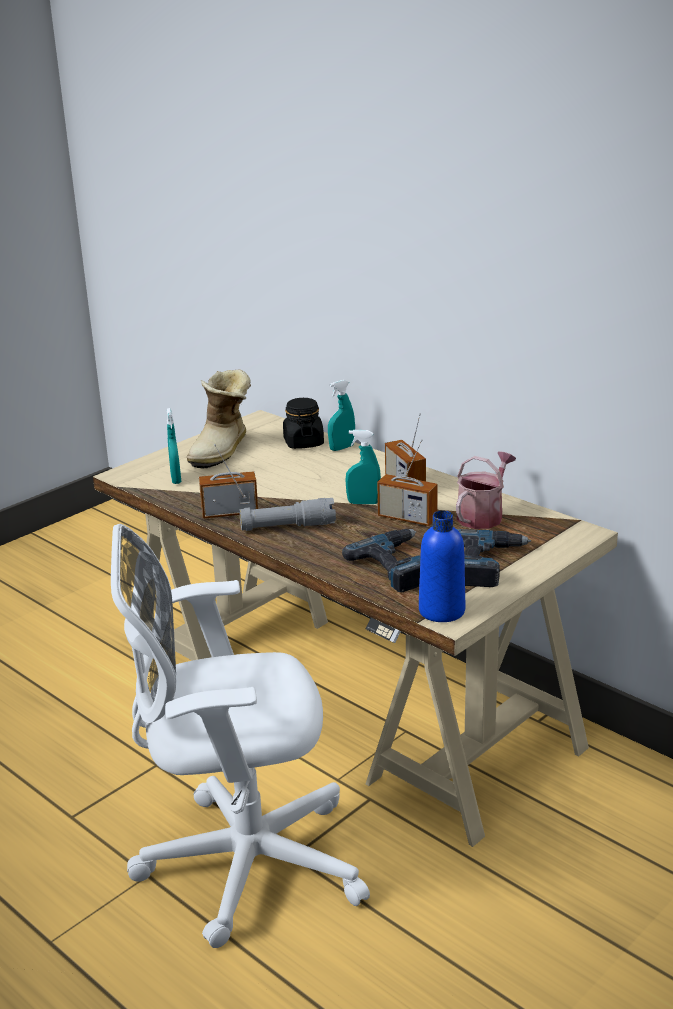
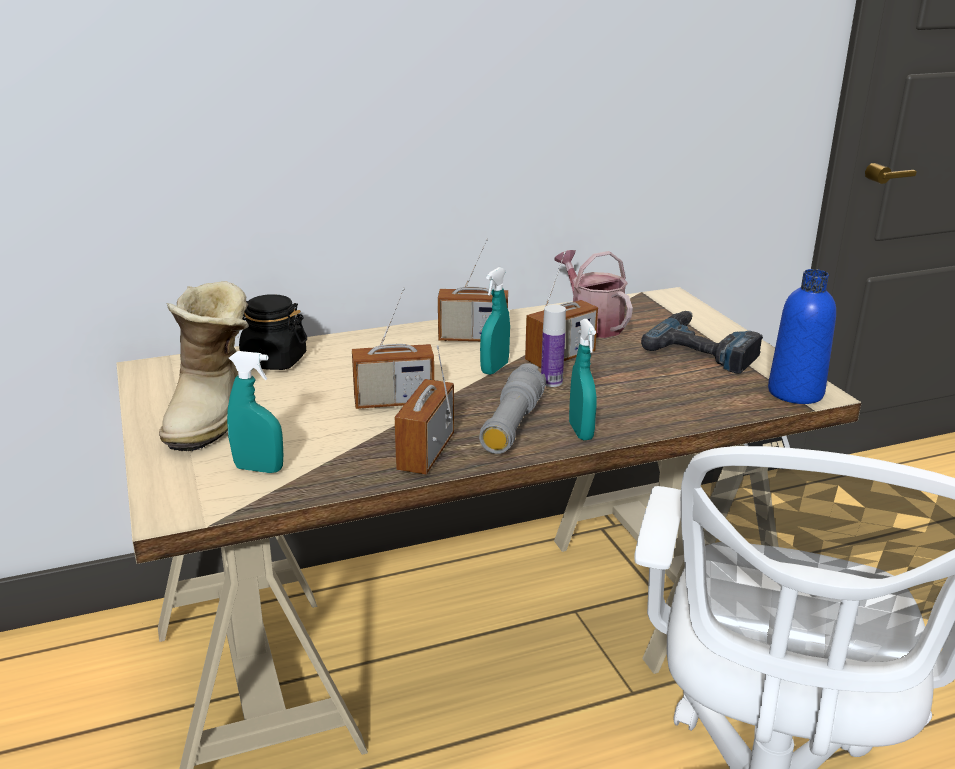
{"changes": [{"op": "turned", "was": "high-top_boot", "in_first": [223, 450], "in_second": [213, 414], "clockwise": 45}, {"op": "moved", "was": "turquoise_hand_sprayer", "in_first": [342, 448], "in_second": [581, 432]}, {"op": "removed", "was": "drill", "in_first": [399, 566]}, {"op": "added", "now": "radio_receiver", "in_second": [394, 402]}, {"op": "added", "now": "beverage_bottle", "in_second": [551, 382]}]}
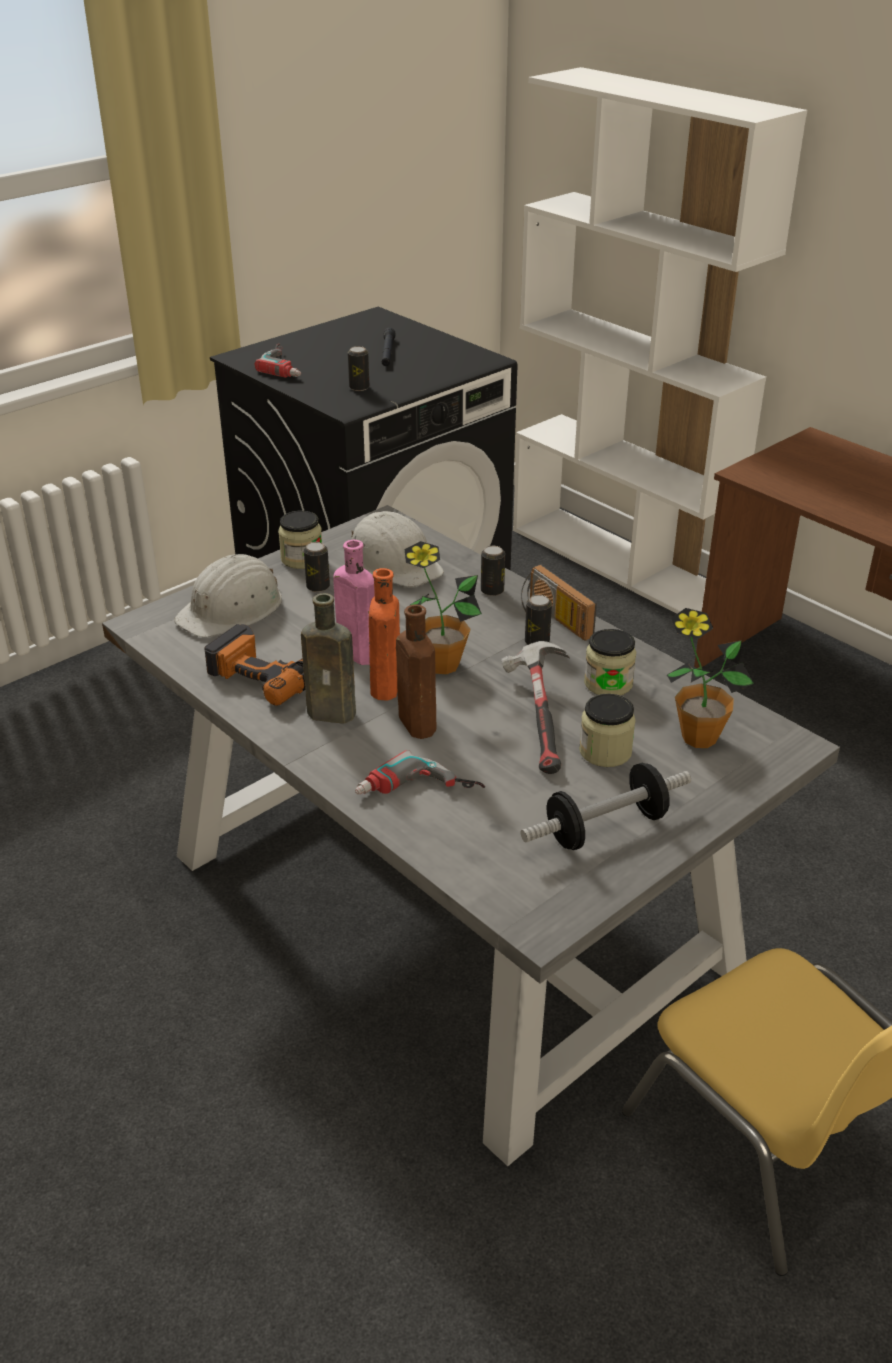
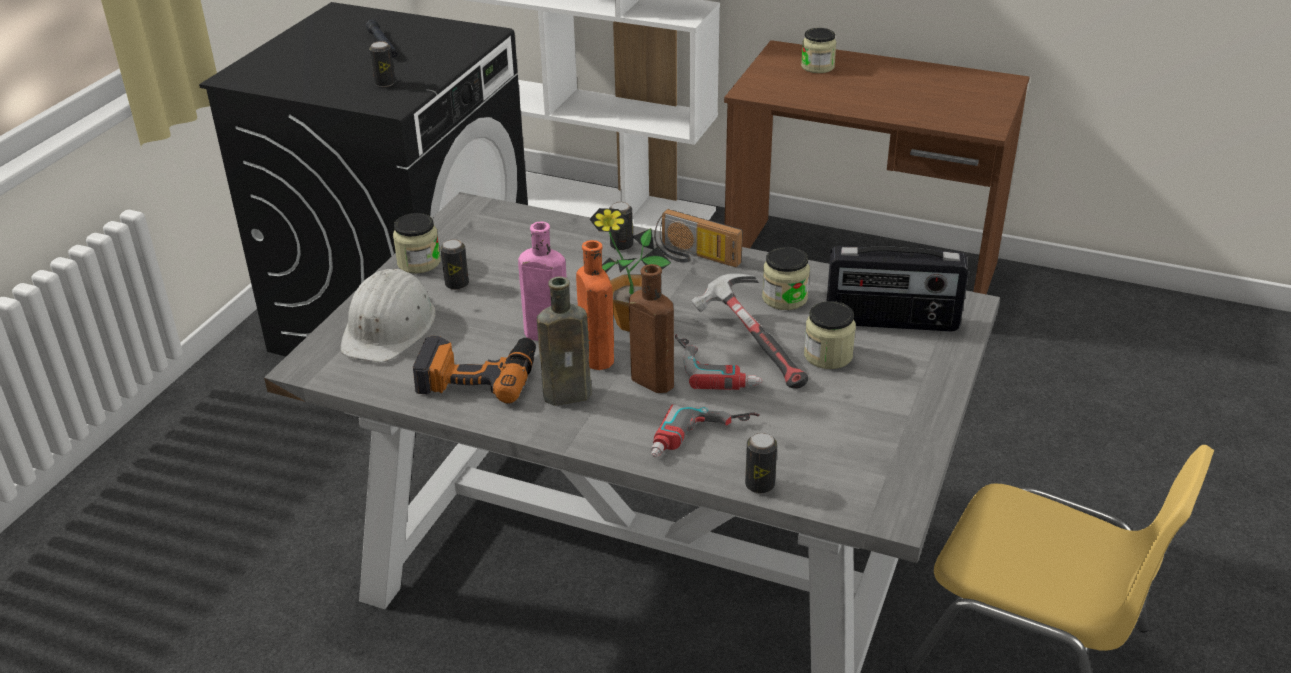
{"changes": [{"op": "moved", "was": "drill", "in_first": [288, 365], "in_second": [717, 366]}, {"op": "removed", "was": "white_work_helmet", "in_first": [394, 562]}, {"op": "removed", "was": "hand_weight", "in_first": [605, 828]}, {"op": "moved", "was": "can", "in_first": [537, 642], "in_second": [759, 485]}, {"op": "replaced", "was": "plant_in_a_pot", "now": "radio_receiver", "in_first": [698, 738], "in_second": [891, 321]}, {"op": "added", "now": "preserve_jar", "in_second": [817, 67]}]}
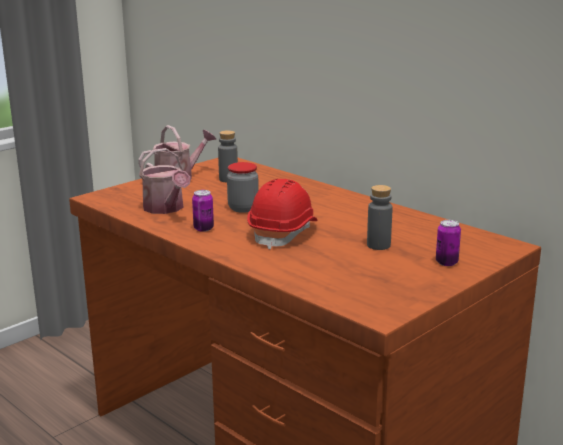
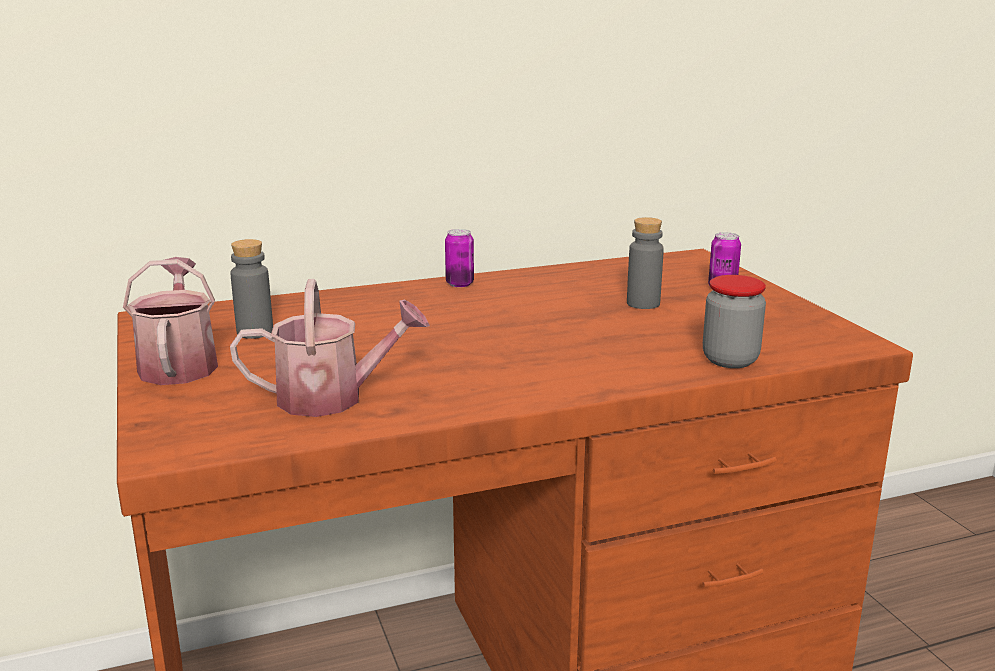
{"changes": [{"op": "moved", "was": "can", "in_first": [203, 228], "in_second": [459, 284]}, {"op": "moved", "was": "preserve_jar", "in_first": [243, 208], "in_second": [730, 360]}, {"op": "removed", "was": "red_work_helmet", "in_first": [283, 233]}]}
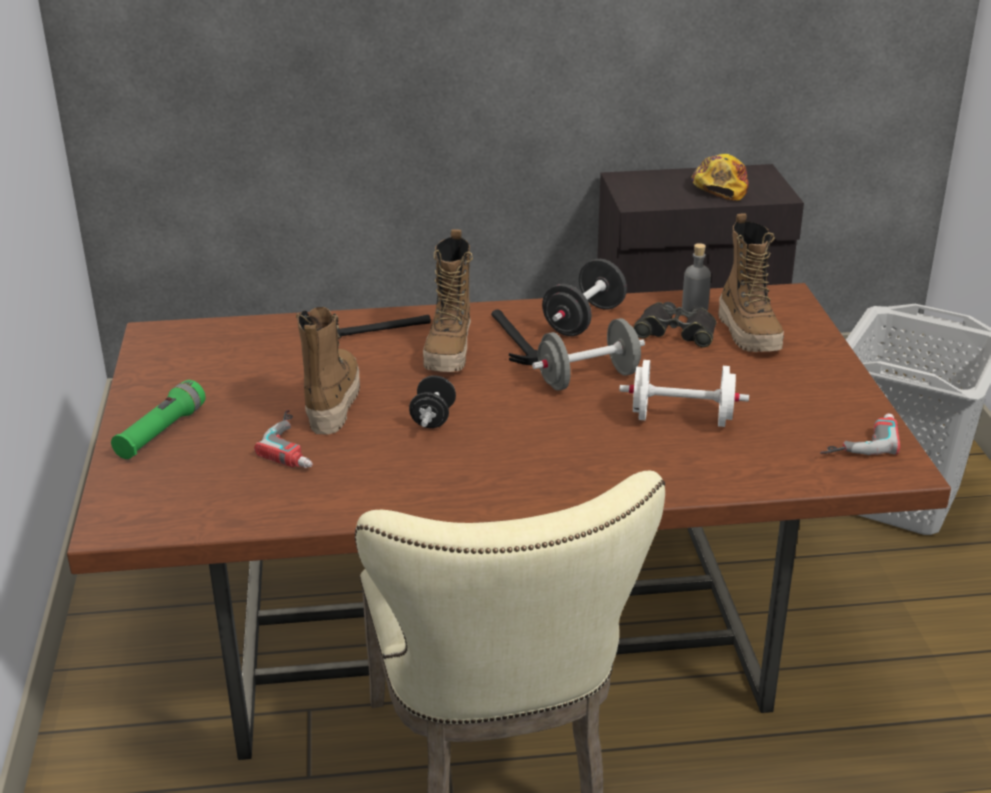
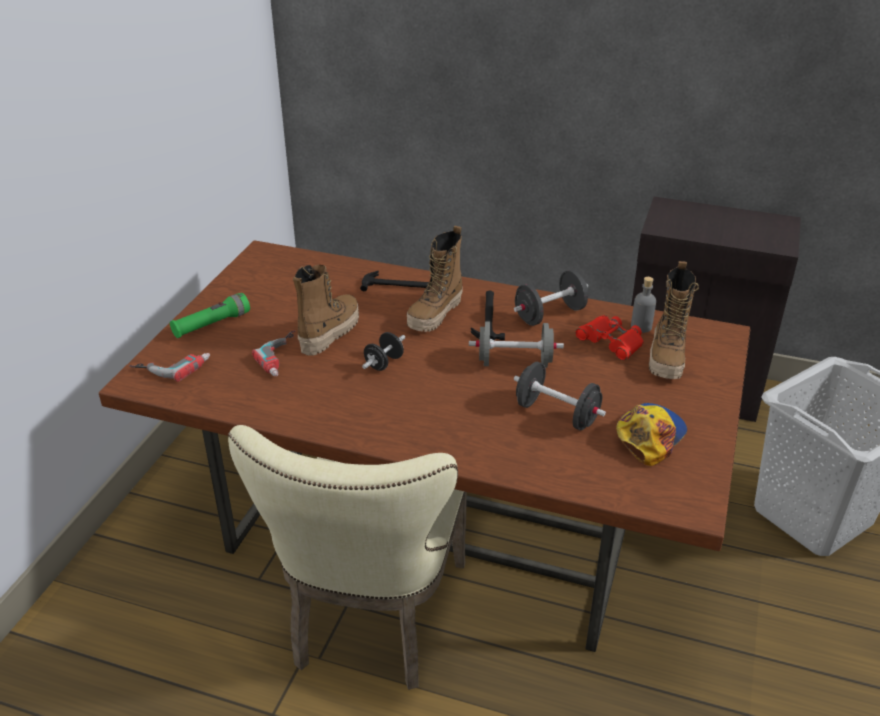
{"changes": [{"op": "recoloured", "was": "white_hand_weight", "now": "black_hand_weight", "in_first": [681, 418], "in_second": [556, 414]}, {"op": "recoloured", "was": "black_field_glasses", "now": "red_field_glasses", "in_first": [676, 332], "in_second": [611, 342]}, {"op": "moved", "was": "cap", "in_first": [720, 186], "in_second": [649, 436]}, {"op": "moved", "was": "drill", "in_first": [857, 440], "in_second": [172, 365]}]}
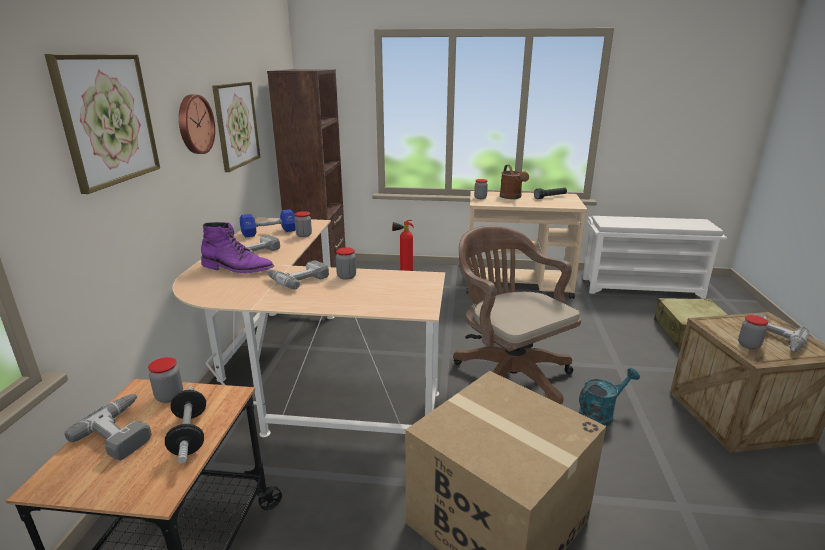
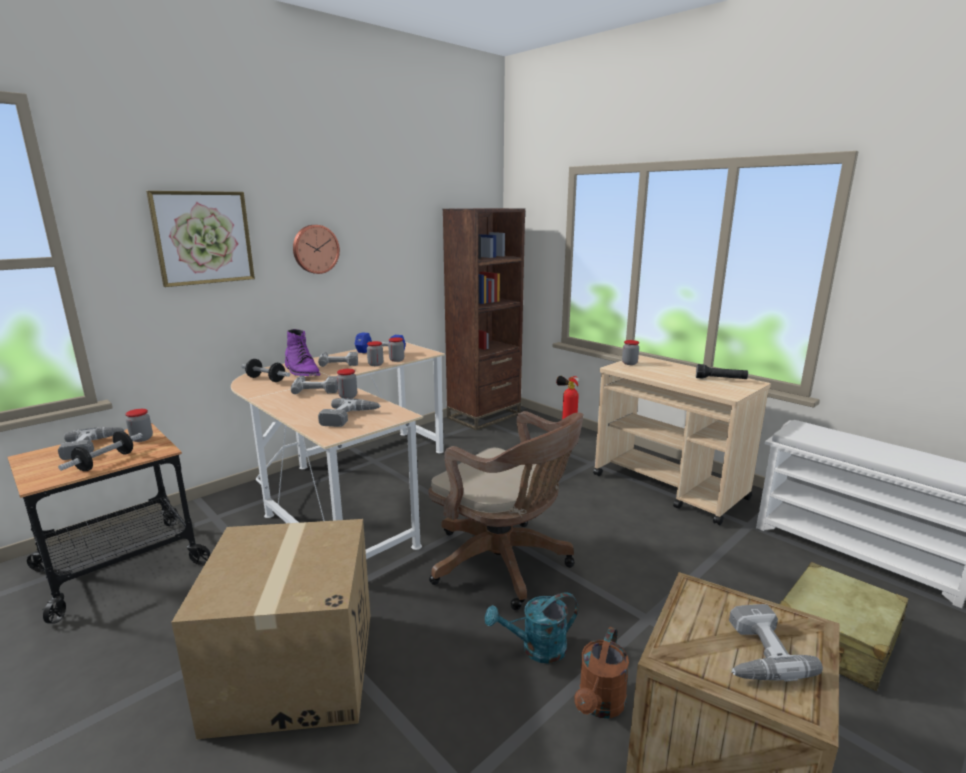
{"changes": [{"op": "removed", "was": "wall_art", "in_first": [236, 125]}, {"op": "turned", "was": "brownish_desk_chair", "in_first": [508, 375], "in_second": [505, 564], "clockwise": 120}, {"op": "moved", "was": "brownish_sprinkling_can", "in_first": [512, 197], "in_second": [599, 705]}, {"op": "turned", "was": "turquoise_sprinkling_can", "in_first": [600, 414], "in_second": [536, 649], "clockwise": 150}, {"op": "moved", "was": "preserve_jar", "in_first": [748, 345], "in_second": [375, 364]}, {"op": "added", "now": "hand_weight", "in_second": [266, 379]}, {"op": "added", "now": "drill", "in_second": [350, 417]}]}
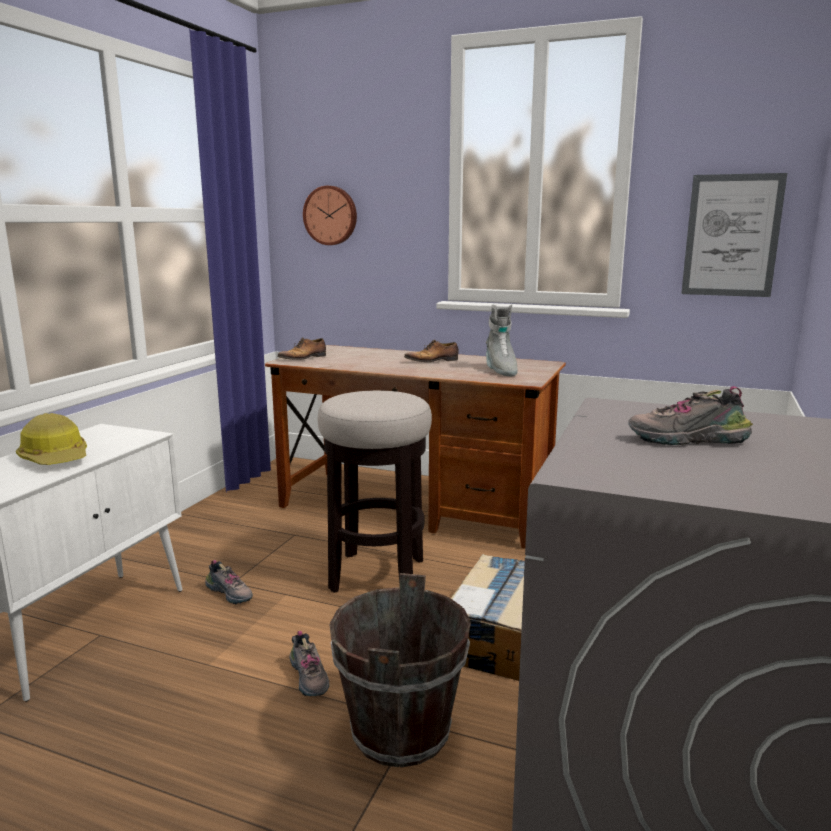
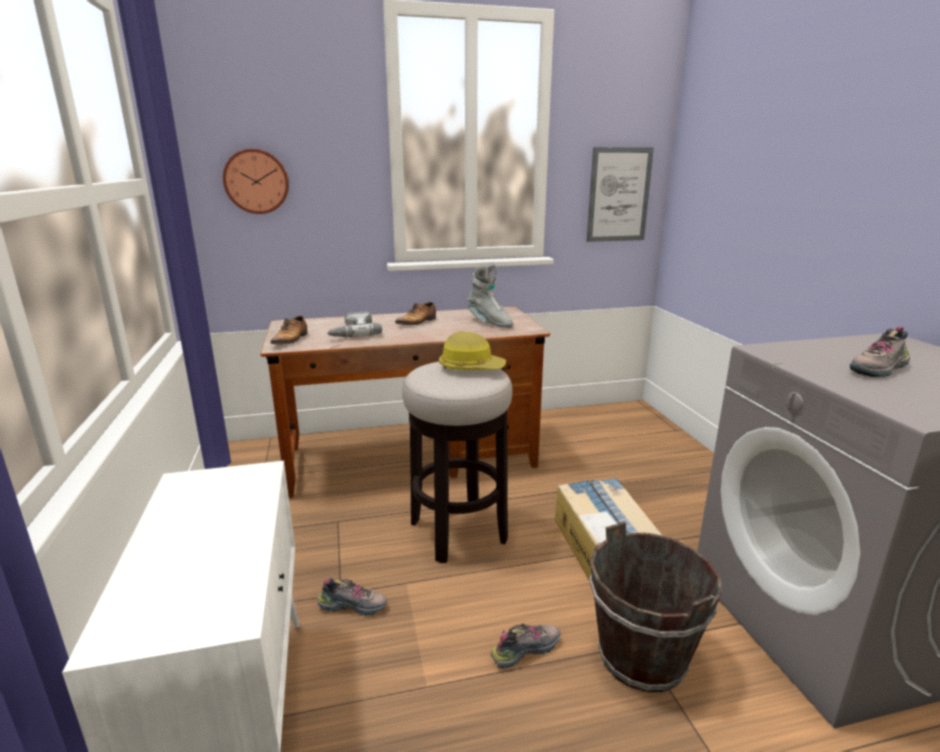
{"changes": [{"op": "moved", "was": "work_helmet", "in_first": [56, 459], "in_second": [471, 368]}, {"op": "turned", "was": "shoe", "in_first": [310, 677], "in_second": [525, 650], "clockwise": -60}, {"op": "added", "now": "drill", "in_second": [352, 332]}]}
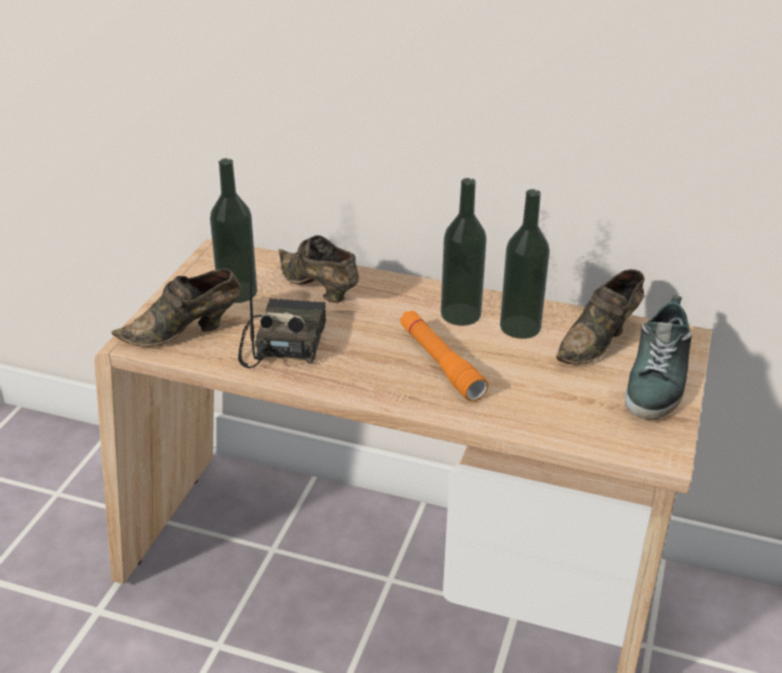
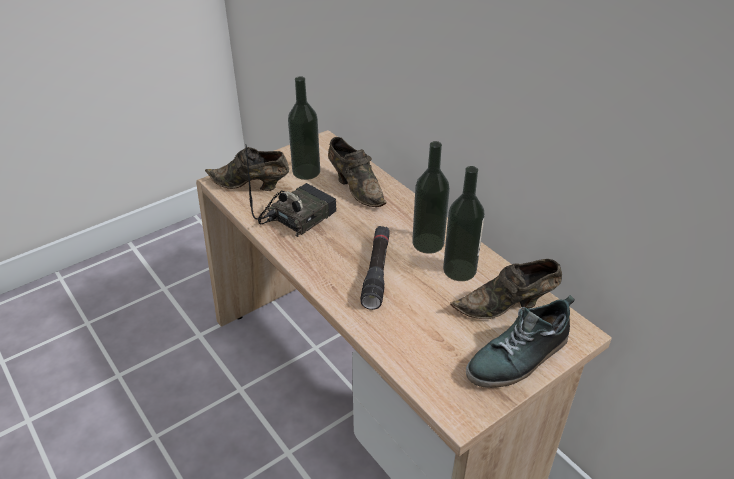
{"changes": [{"op": "turned", "was": "brownish_shoe", "in_first": [318, 288], "in_second": [356, 188], "clockwise": 150}, {"op": "recoloured", "was": "orange-coloured_torch", "now": "black_torch", "in_first": [440, 363], "in_second": [377, 272]}]}
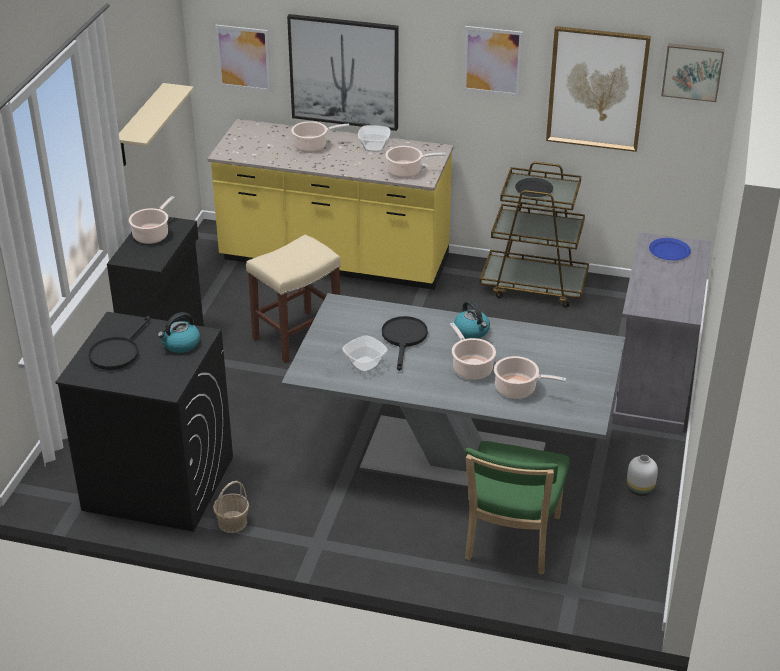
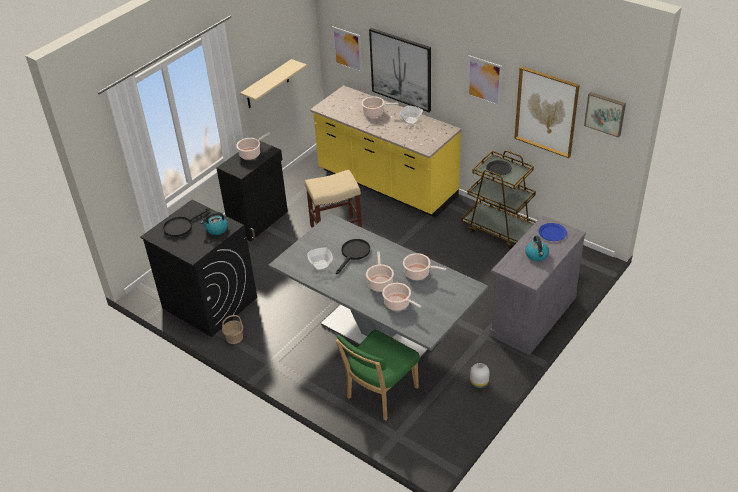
{"changes": [{"op": "moved", "was": "stockpot", "in_first": [406, 172], "in_second": [418, 273]}, {"op": "moved", "was": "tea_kettle", "in_first": [472, 331], "in_second": [537, 255]}]}
